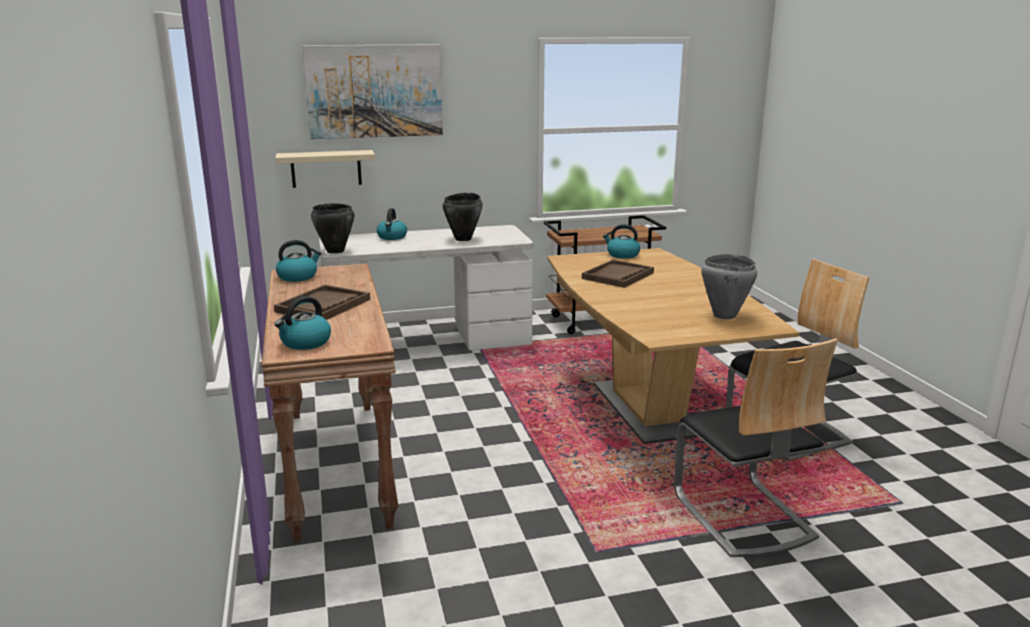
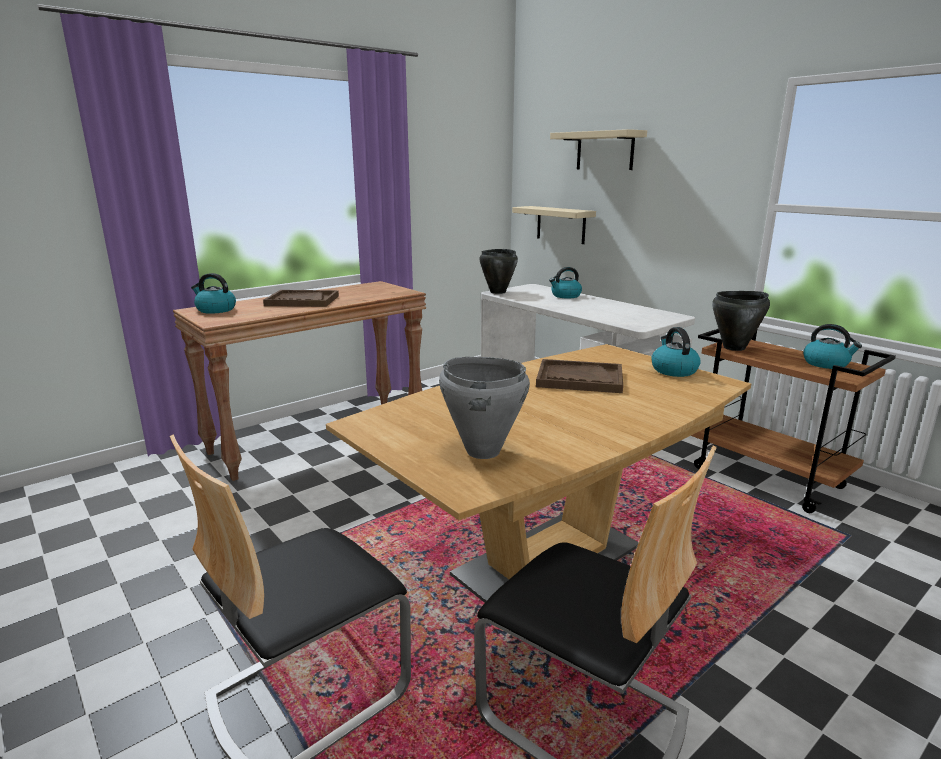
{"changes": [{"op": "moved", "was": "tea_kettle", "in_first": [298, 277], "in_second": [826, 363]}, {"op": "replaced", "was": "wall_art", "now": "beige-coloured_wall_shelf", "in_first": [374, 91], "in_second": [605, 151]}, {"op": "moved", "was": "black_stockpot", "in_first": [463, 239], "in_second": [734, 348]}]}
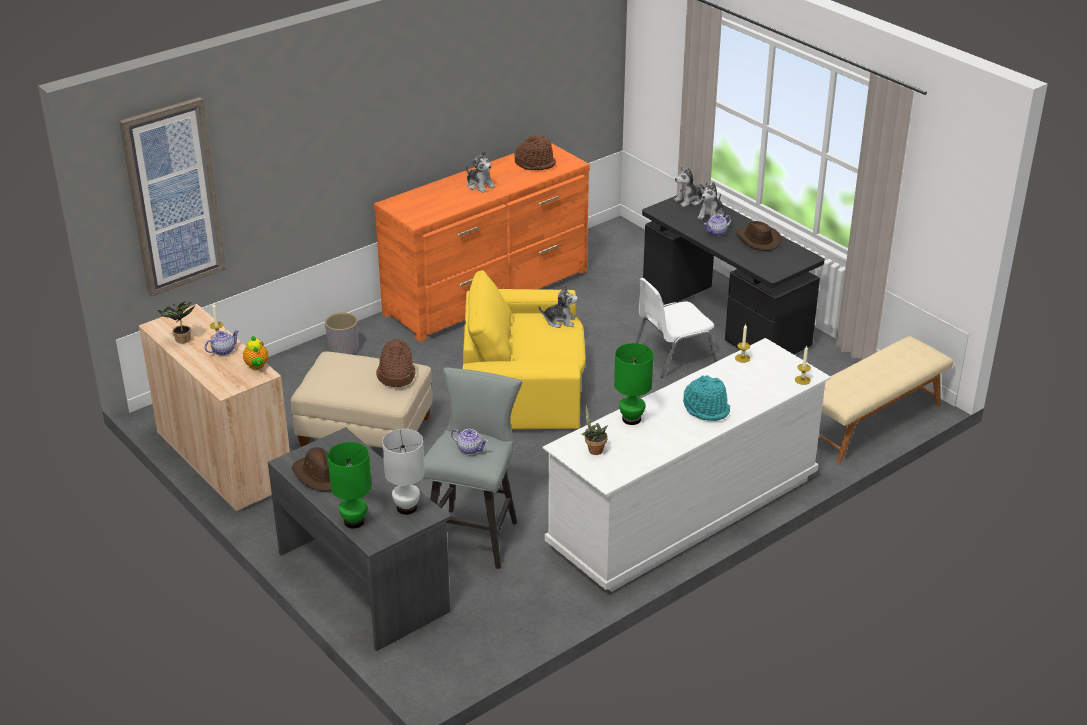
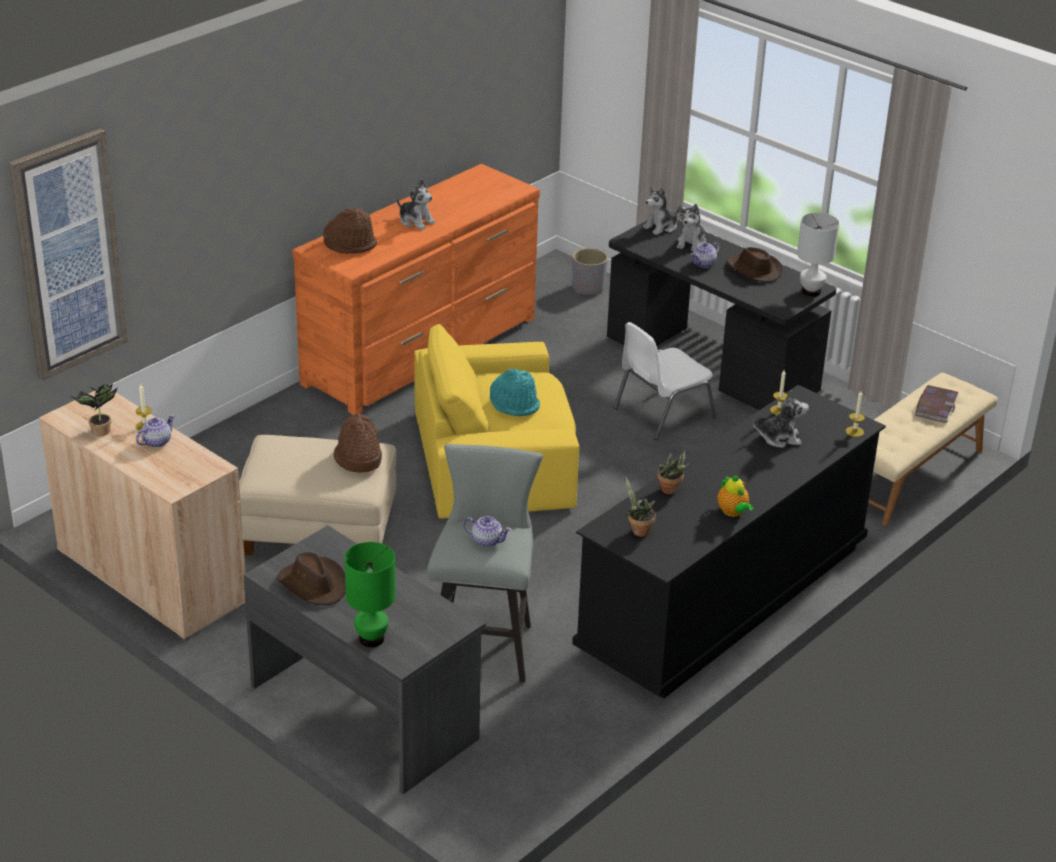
{"changes": [{"op": "moved", "was": "teapot", "in_first": [257, 366], "in_second": [733, 512]}, {"op": "moved", "was": "gray_plant_pot", "in_first": [343, 348], "in_second": [588, 288]}, {"op": "moved", "was": "white_lamp_for_a_table", "in_first": [406, 508], "in_second": [810, 292]}, {"op": "moved", "was": "brownish_hat", "in_first": [535, 164], "in_second": [351, 244]}, {"op": "moved", "was": "plush_toy", "in_first": [559, 321], "in_second": [779, 438]}, {"op": "recoloured", "was": "white_drawer_chest", "now": "black_drawer_chest", "in_first": [684, 512], "in_second": [723, 597]}, {"op": "replaced", "was": "greenish_lamp_for_a_table", "now": "plant_in_a_pot", "in_first": [631, 419], "in_second": [671, 491]}, {"op": "moved", "was": "turquoise_hat", "in_first": [706, 408], "in_second": [515, 404]}, {"op": "added", "now": "bound_book", "in_second": [935, 406]}]}
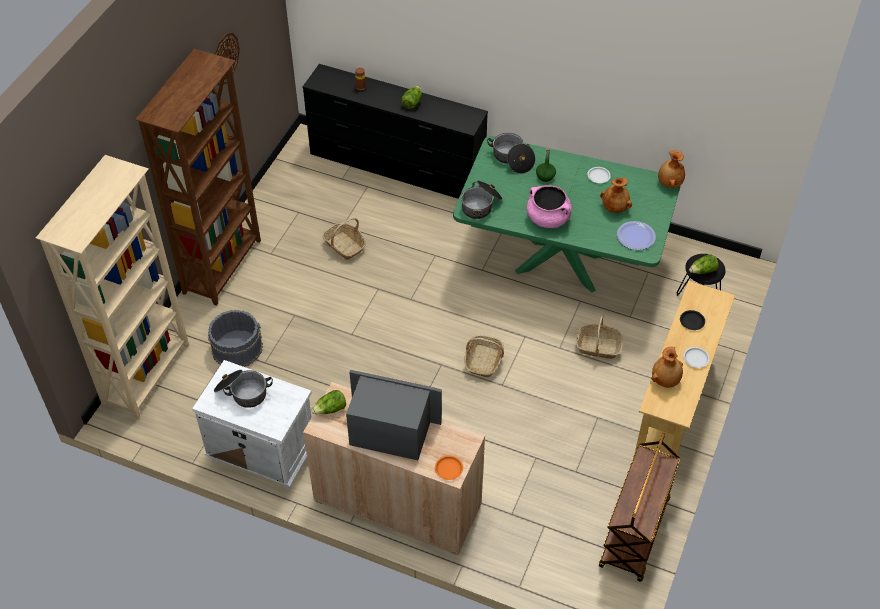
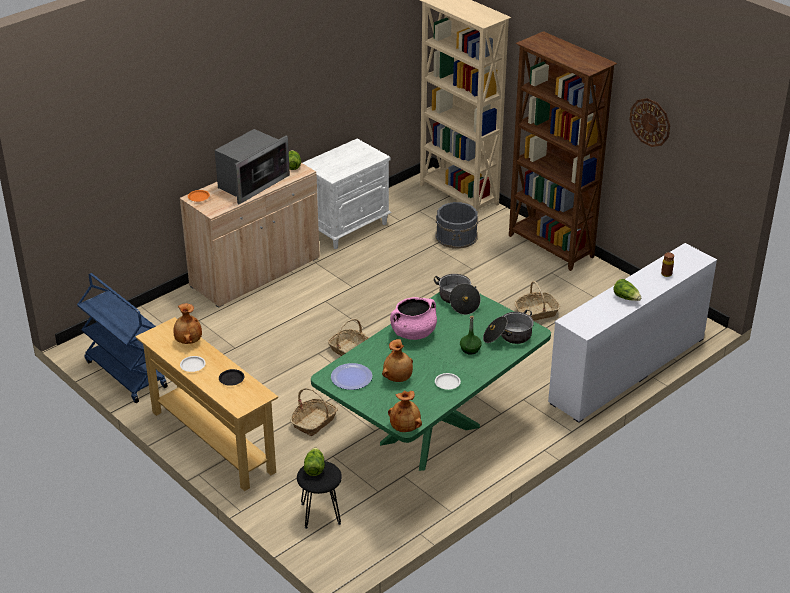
{"changes": [{"op": "removed", "was": "stockpot", "in_first": [242, 392]}, {"op": "recoloured", "was": "black_drawer_chest", "now": "white_drawer_chest", "in_first": [397, 167], "in_second": [627, 370]}, {"op": "recoloured", "was": "brownish_wheeled_cart", "now": "bluish_wheeled_cart", "in_first": [635, 533], "in_second": [125, 374]}]}
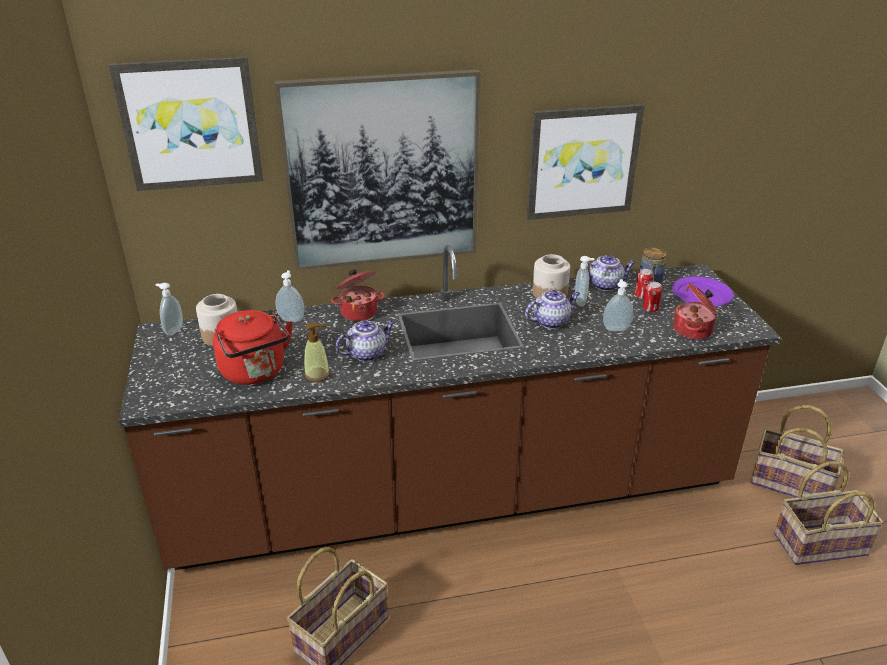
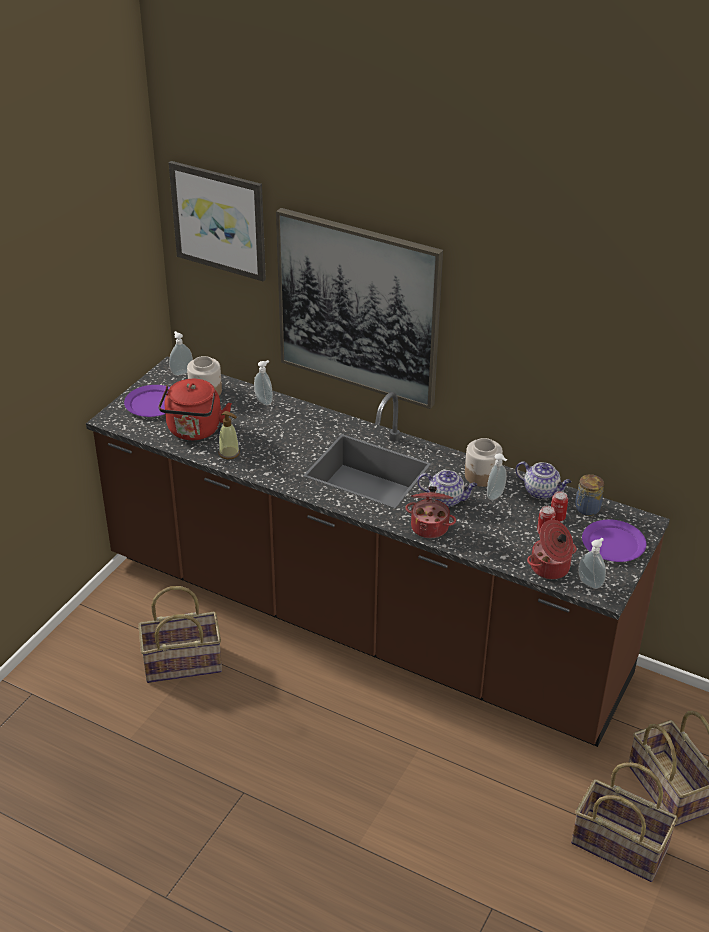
{"changes": [{"op": "moved", "was": "stockpot", "in_first": [359, 312], "in_second": [430, 526]}, {"op": "removed", "was": "teapot", "in_first": [367, 353]}, {"op": "removed", "was": "wall_art", "in_first": [582, 161]}, {"op": "moved", "was": "soap_bottle", "in_first": [616, 328], "in_second": [590, 583]}, {"op": "added", "now": "purple-coloured_flat_dish", "in_second": [153, 403]}]}
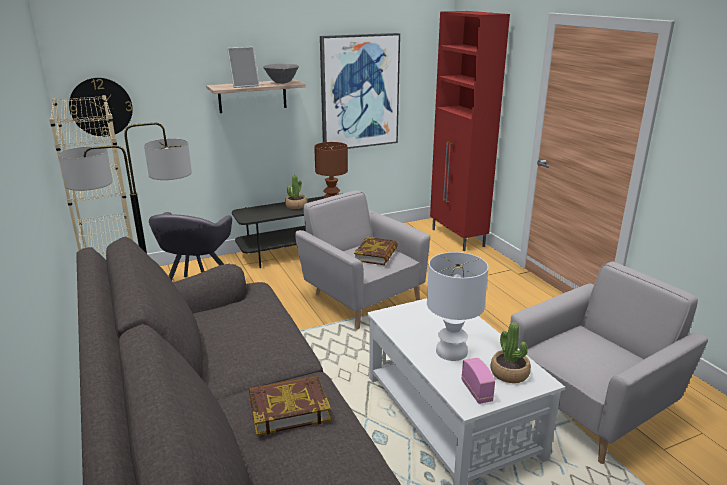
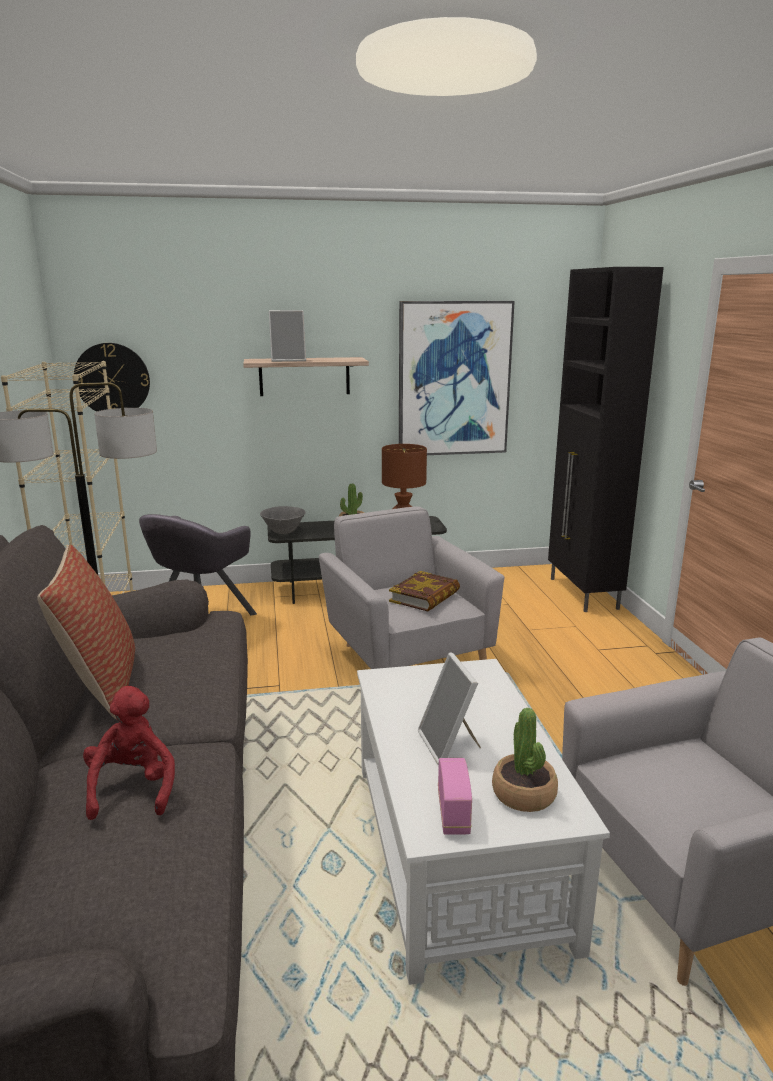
{"changes": [{"op": "replaced", "was": "bound_book", "now": "red_plush_toy", "in_first": [288, 409], "in_second": [133, 788]}, {"op": "moved", "was": "gray_bowl", "in_first": [282, 83], "in_second": [284, 532]}, {"op": "replaced", "was": "white_lamp_for_a_table", "now": "photo_frame", "in_first": [452, 352], "in_second": [449, 745]}, {"op": "recoloured", "was": "red_cabinet", "now": "black_cabinet", "in_first": [457, 238], "in_second": [583, 594]}, {"op": "added", "now": "pillow", "in_second": [101, 685]}]}
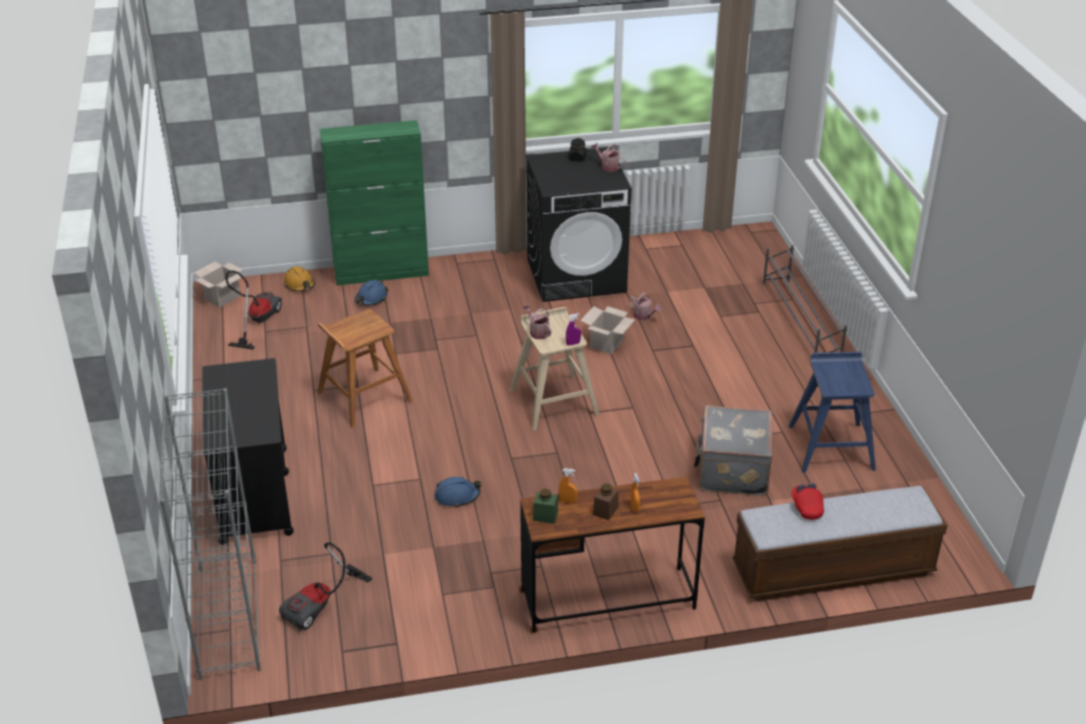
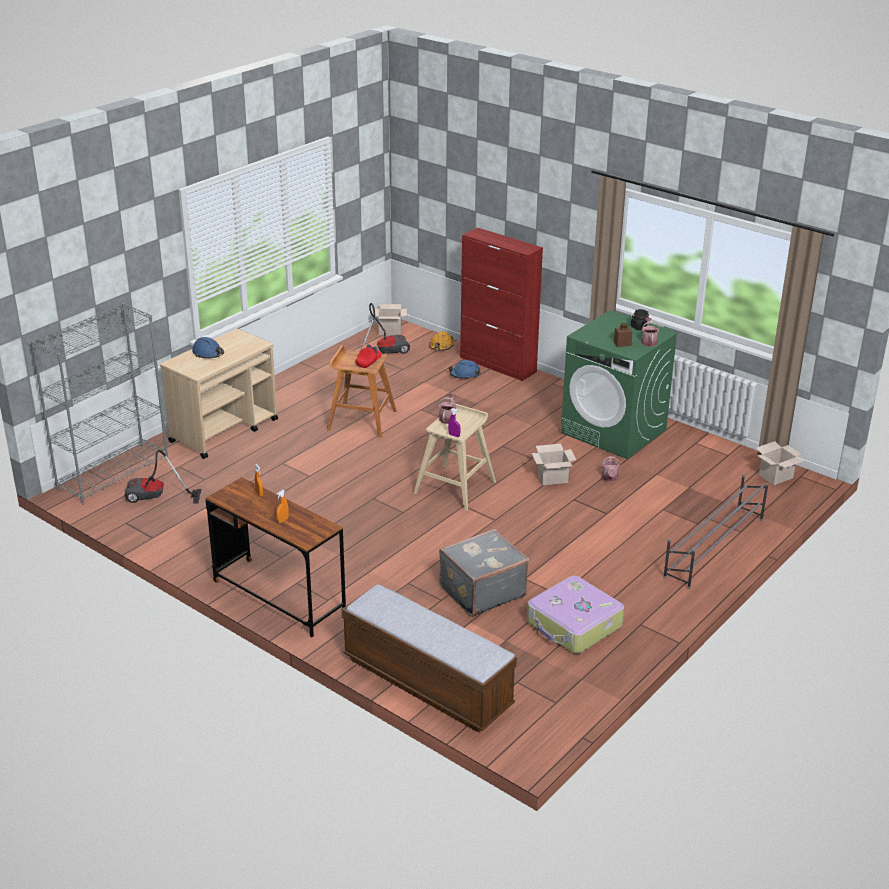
{"changes": [{"op": "recoloured", "was": "black_wheeled_cart", "now": "beige-coloured_wheeled_cart", "in_first": [254, 494], "in_second": [225, 430]}, {"op": "recoloured", "was": "greenish_cabinet", "now": "red_cabinet", "in_first": [382, 273], "in_second": [498, 365]}, {"op": "moved", "was": "bluish_work_helmet", "in_first": [457, 496], "in_second": [208, 354]}, {"op": "recoloured", "was": "black_washing_machine", "now": "greenish_washing_machine", "in_first": [576, 275], "in_second": [614, 431]}, {"op": "removed", "was": "greenish_preserve_jar", "in_first": [545, 516]}, {"op": "moved", "was": "brownish_preserve_jar", "in_first": [605, 510], "in_second": [622, 343]}, {"op": "replaced", "was": "bluish_stool_seat", "now": "piece_of_luggage", "in_first": [831, 447], "in_second": [574, 625]}, {"op": "moved", "was": "red_cap", "in_first": [806, 507], "in_second": [368, 362]}, {"op": "added", "now": "packing_box", "in_second": [775, 477]}]}
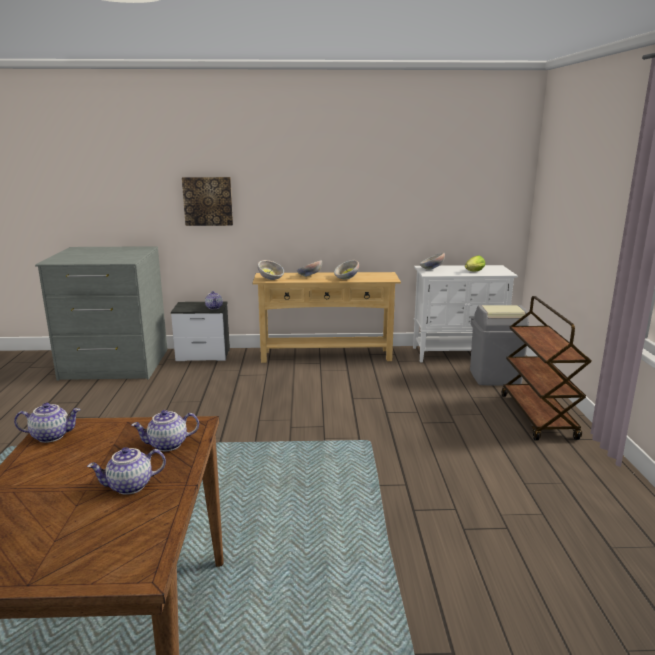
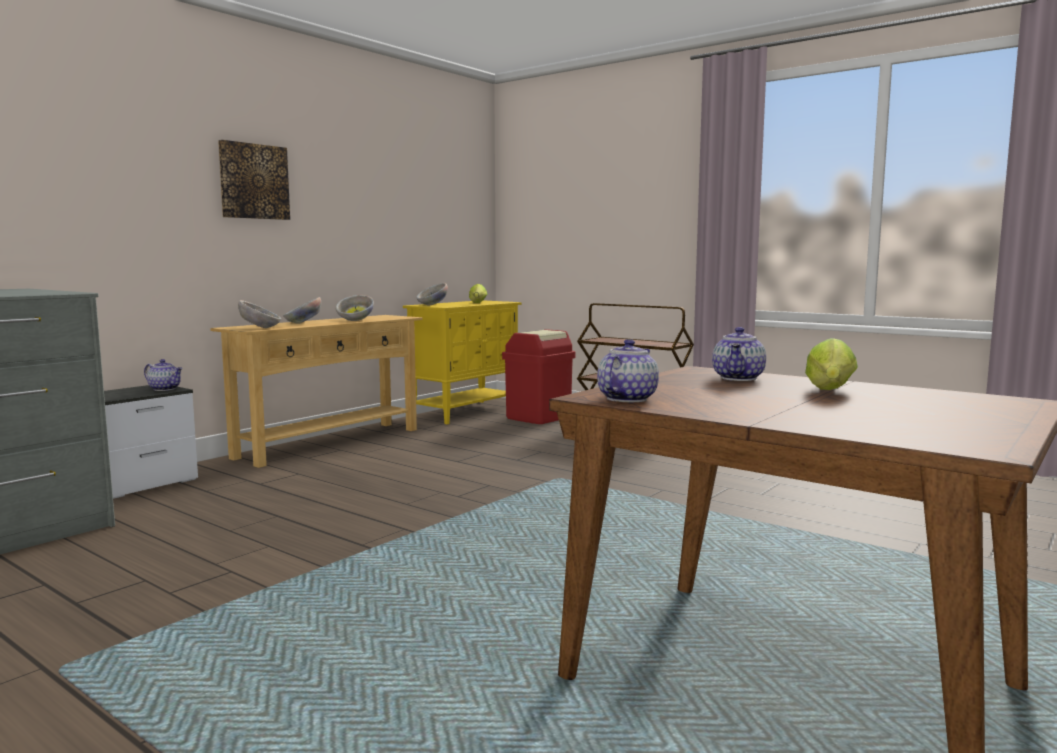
{"changes": [{"op": "replaced", "was": "teapot", "now": "lettuce_head", "in_first": [130, 487], "in_second": [830, 391]}, {"op": "moved", "was": "wall_art", "in_first": [208, 201], "in_second": [253, 181]}, {"op": "recoloured", "was": "white_cabinet", "now": "yellow-coloured_cabinet", "in_first": [458, 354], "in_second": [466, 412]}, {"op": "recoloured", "was": "gray_rubbish_bin", "now": "red_rubbish_bin", "in_first": [495, 377], "in_second": [539, 417]}]}
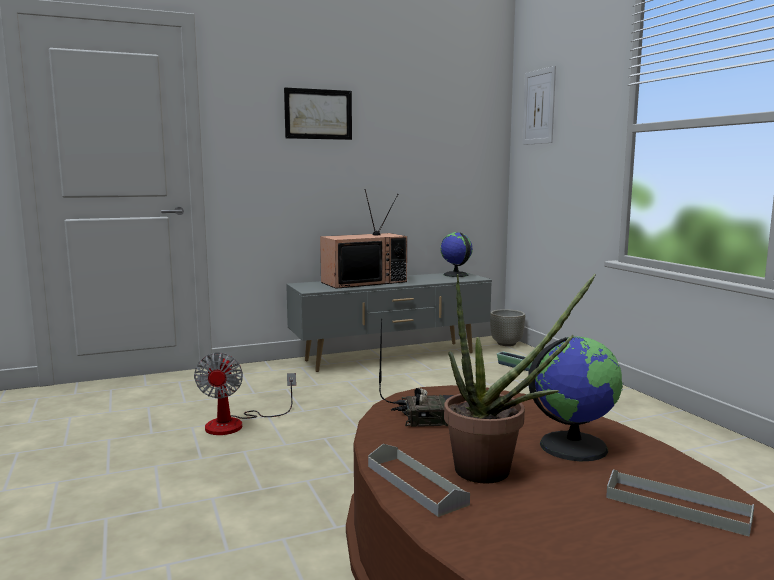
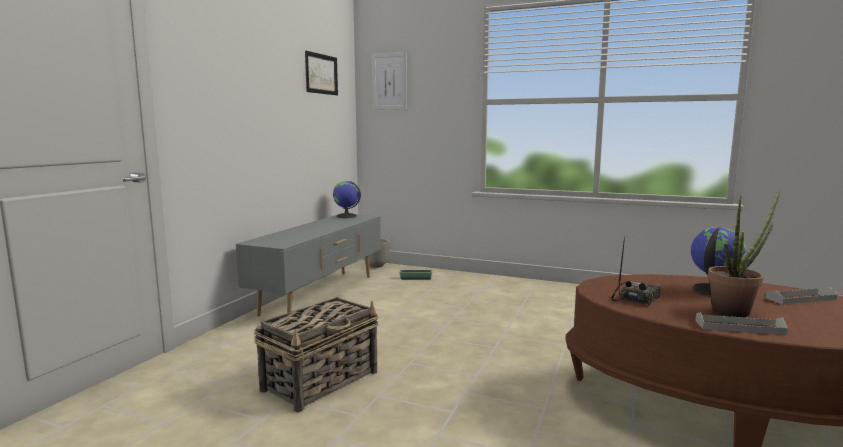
{"changes": [{"op": "replaced", "was": "electric_fan", "now": "household_basket", "in_first": [236, 424], "in_second": [322, 380]}, {"op": "moved", "was": "wall_art", "in_first": [318, 114], "in_second": [321, 74]}, {"op": "removed", "was": "television", "in_first": [364, 282]}]}
